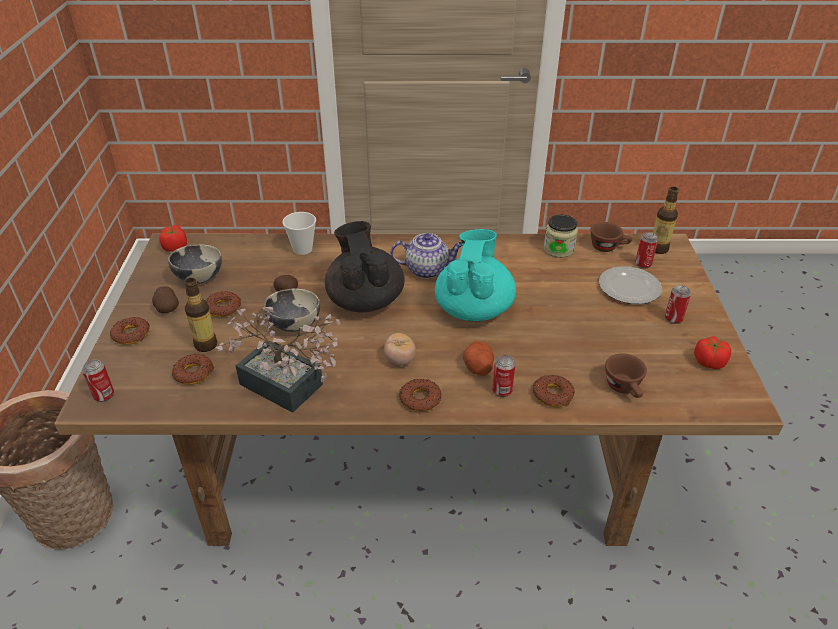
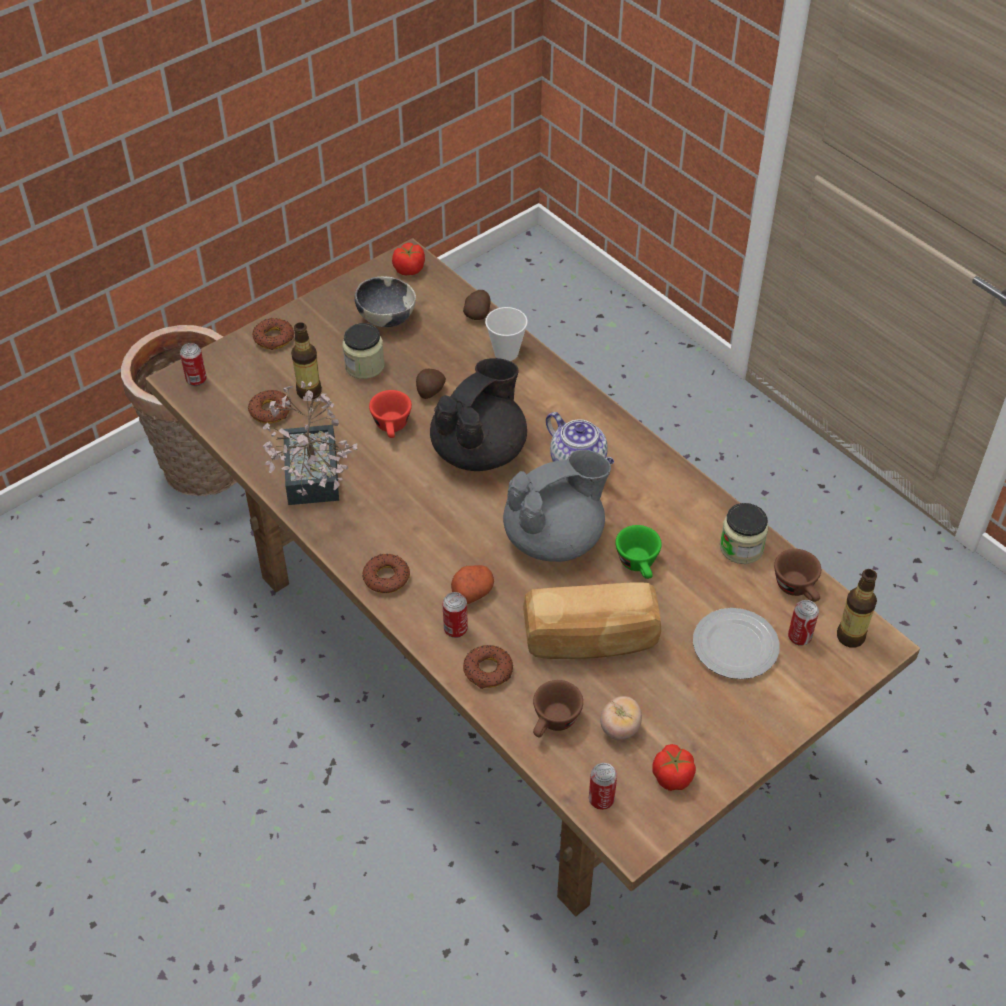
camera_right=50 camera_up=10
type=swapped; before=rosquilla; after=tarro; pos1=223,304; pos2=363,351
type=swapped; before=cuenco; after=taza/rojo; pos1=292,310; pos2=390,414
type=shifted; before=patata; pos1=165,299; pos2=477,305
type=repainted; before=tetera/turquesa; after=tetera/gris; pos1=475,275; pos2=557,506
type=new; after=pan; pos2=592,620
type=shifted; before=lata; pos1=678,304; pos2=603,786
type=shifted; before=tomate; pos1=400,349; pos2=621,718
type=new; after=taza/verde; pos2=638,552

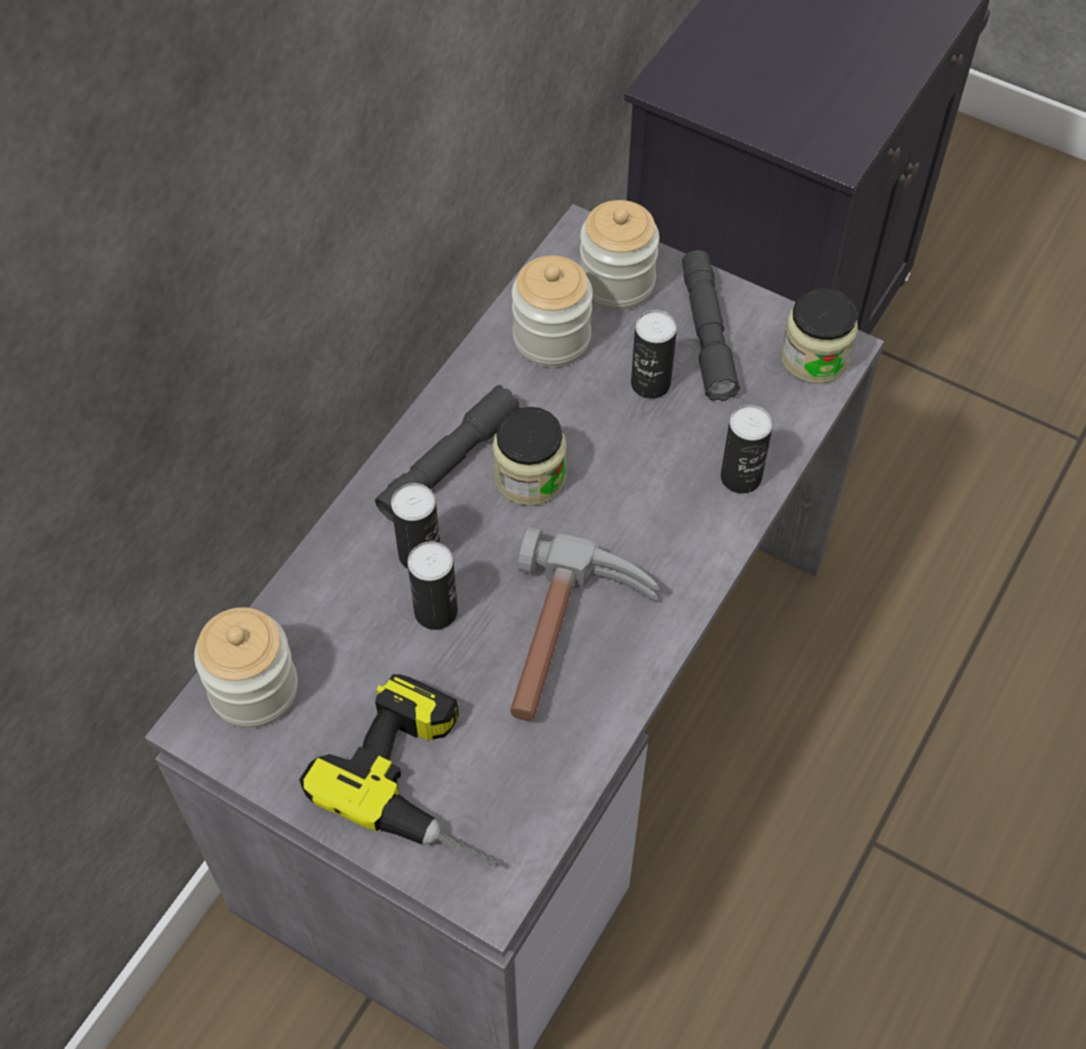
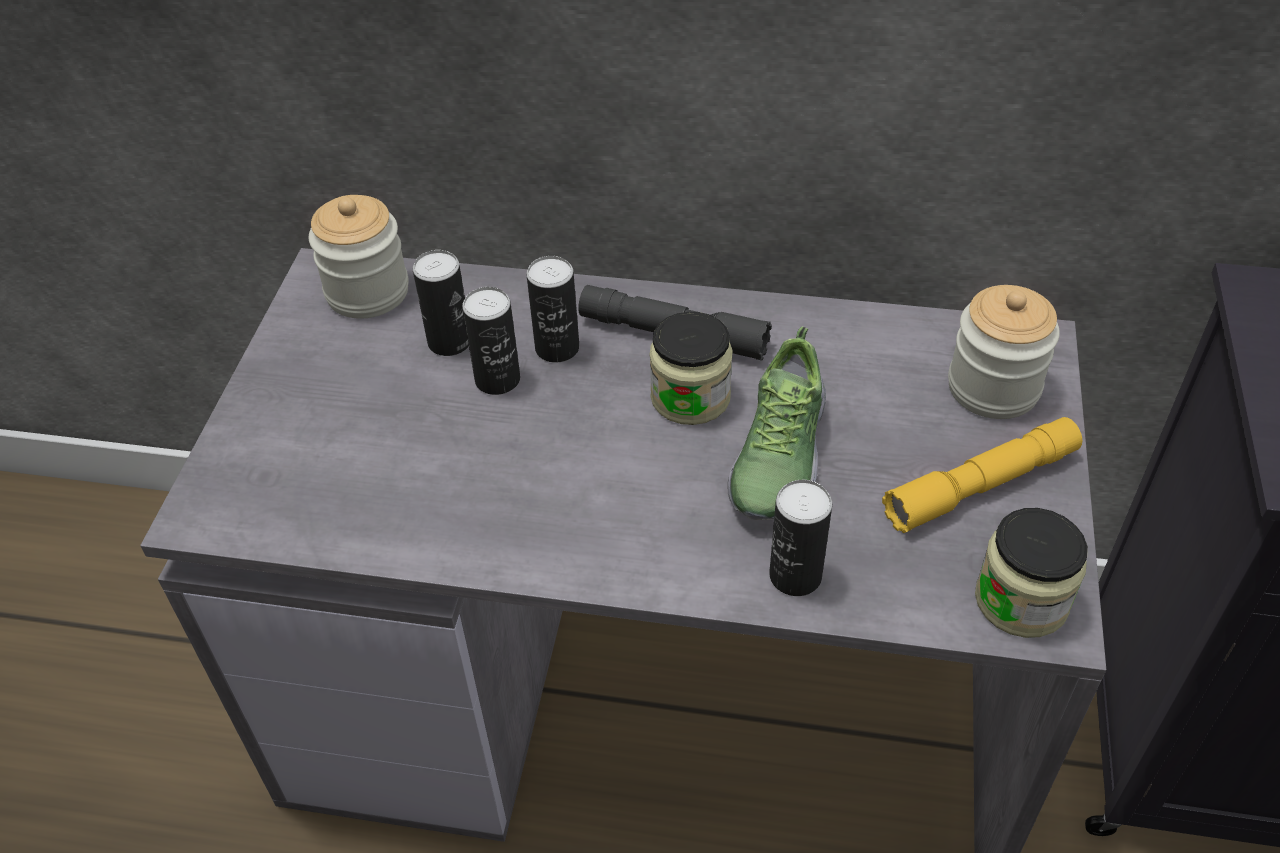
camera_right=70 camera_up=-10
type=shifted; before=lata; pos1=654,354; pos2=441,303
type=new; after=zapato; pos2=776,423
type=repainted; before=linterna/gris; after=linterna/amarillo; pos1=711,325; pos2=982,475
type=gone; before=taladro; pos1=399,771
type=gone; before=martillo; pos1=584,624
type=gone; before=tarro; pos1=552,312

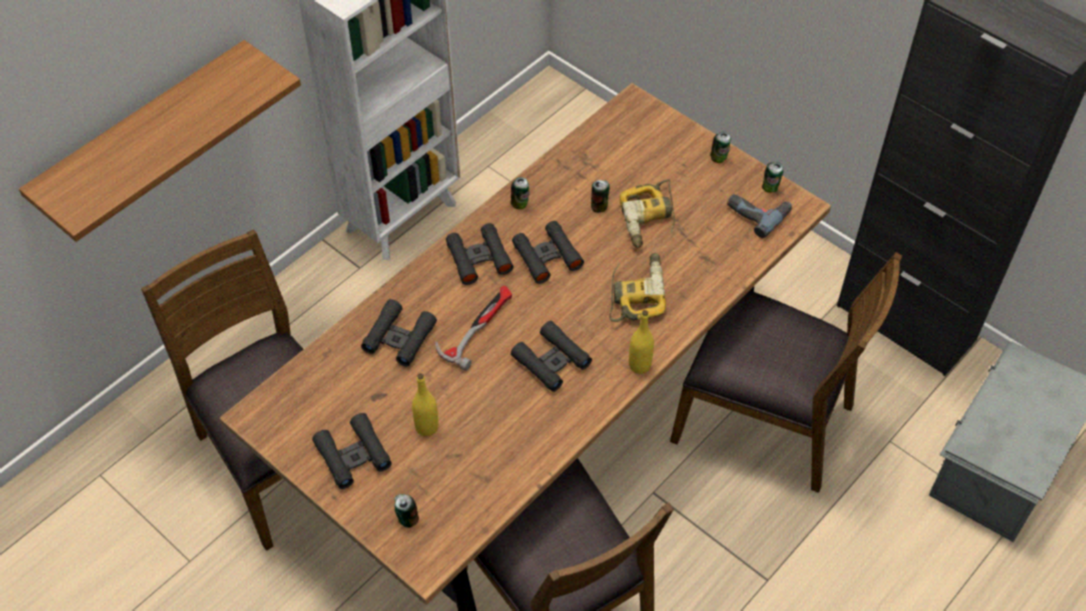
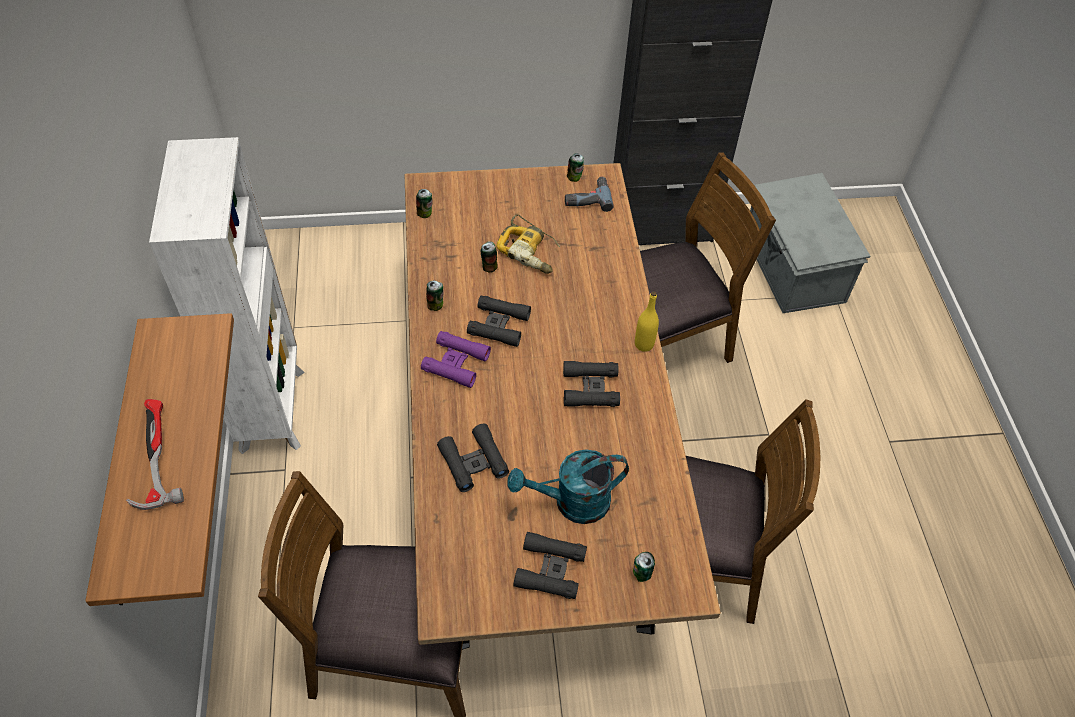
camera_right=-50 camera_up=0
type=shifted; before=martillo; pos1=473,328; pos2=155,454
type=shifted; before=lata; pos1=720,147; pos2=424,203
type=repainted; before=prismáticos/negro; after=prismáticos/morado; pos1=479,254; pos2=456,359
type=swapped; before=botella/amarillo; after=regadera/turquesa; pos1=425,404; pos2=568,486
type=gone; before=taladro; pos1=637,287

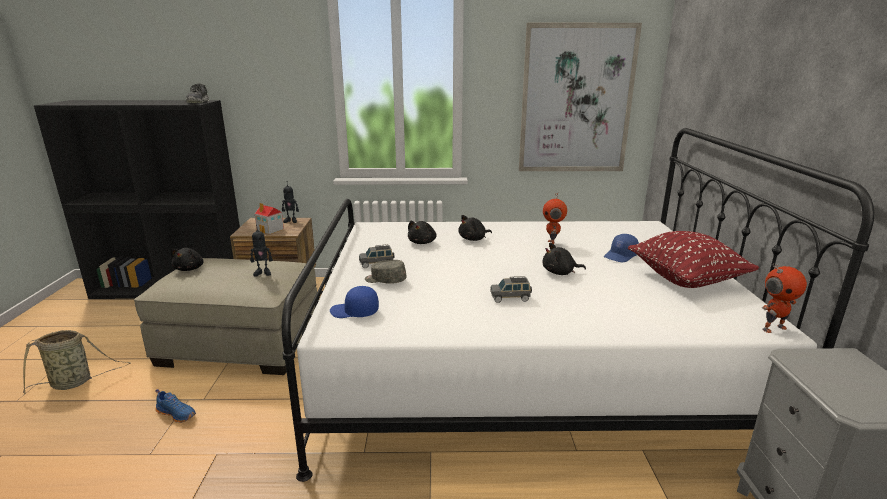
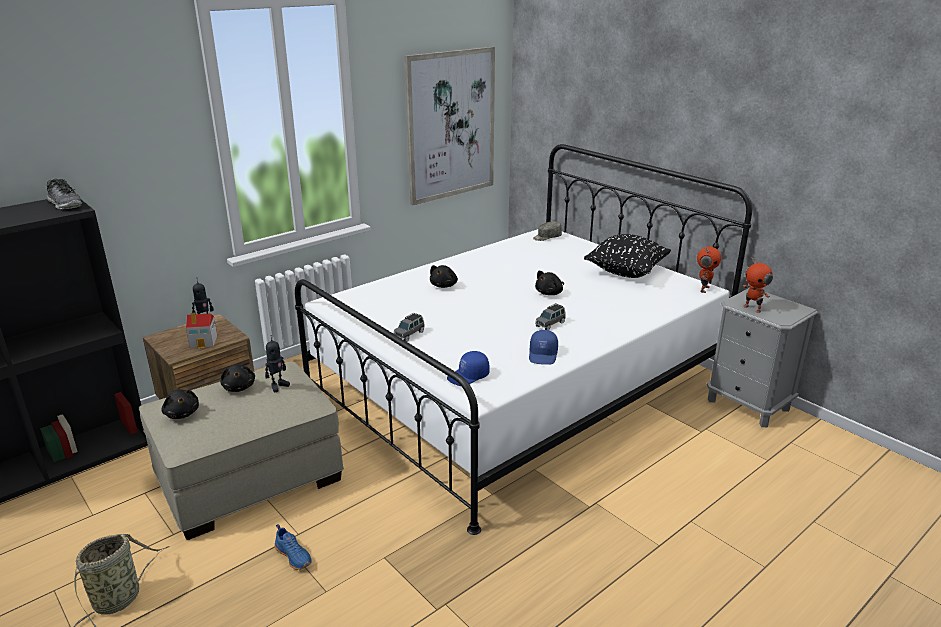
camera_right=-40 camera_up=5
type=shifted; before=peluche/negro; pos1=422,232; pos2=237,378
type=rotated; before=zapato/azul; pos1=175,406; pos2=293,547; turn=60
type=shifted; before=gorra/azul; pos1=621,248; pos2=543,347
type=shifted; before=gorra/gris; pos1=386,272; pos2=547,231
type=repainted; before=cojín/rojo; after=cojín/negro; pos1=693,259; pos2=627,256
type=shifted; before=robot de juguete; pos1=555,218; pos2=758,285

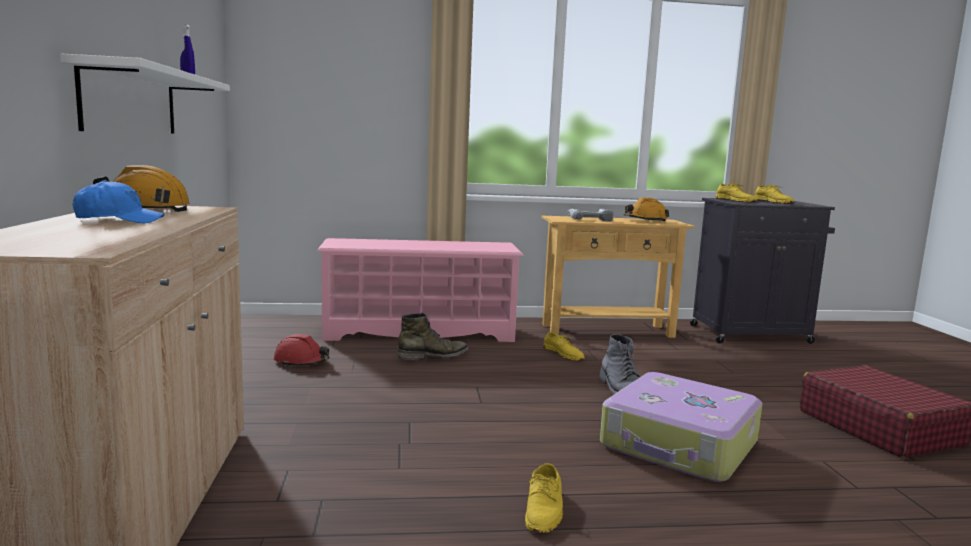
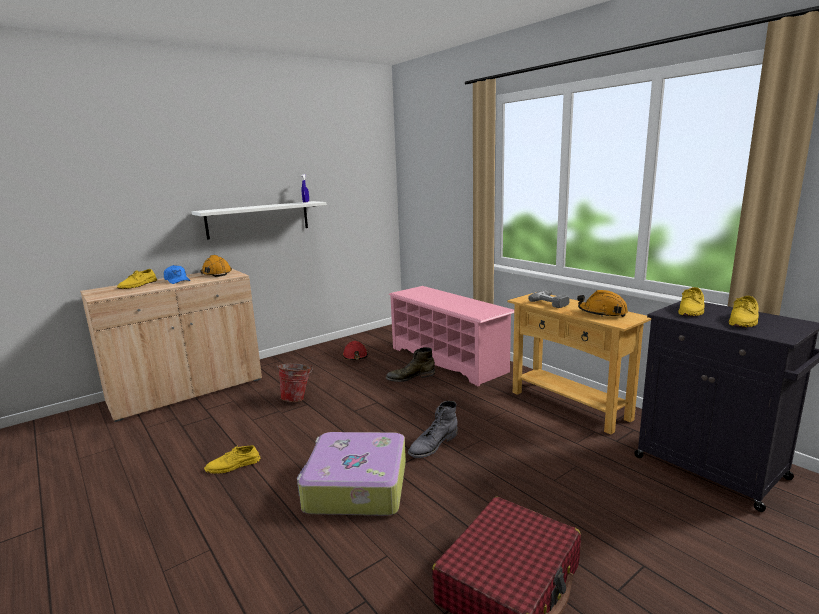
camera_right=60 camera_up=5
type=shifted; before=zapato/amarillo; pos1=564,346; pos2=137,279
type=new; after=cubo; pos2=294,382
type=rotated; before=bota/verde; pos1=432,336; pos2=410,364; turn=135

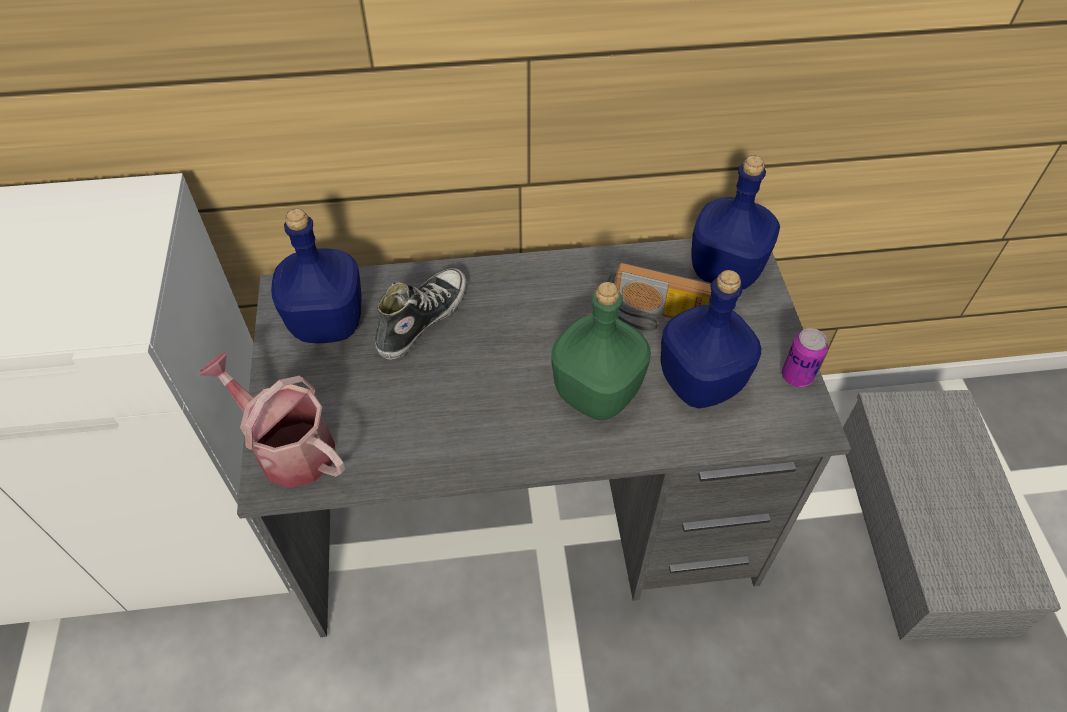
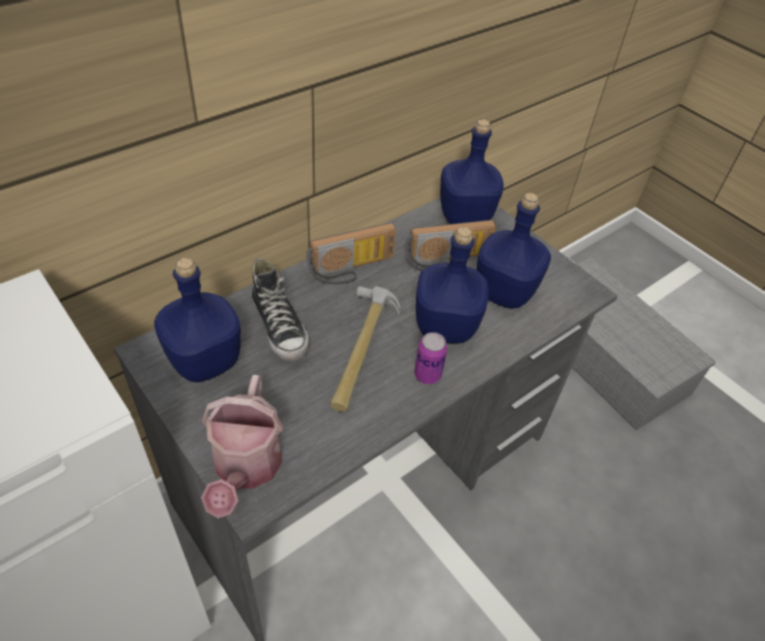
camera_right=-35 camera_up=-5
type=rotated; before=regadera; pos1=272,420; pos2=242,446; turn=-90
type=rotated; before=zapato; pos1=421,314; pos2=280,309; turn=150
type=new; after=radio; pos2=351,253
type=new; after=martillo; pos2=365,349
type=shifted; before=lata; pos1=805,358; pos2=431,358
type=repainted; before=botella/verde; after=botella/azul; pos1=601,351; pos2=452,285

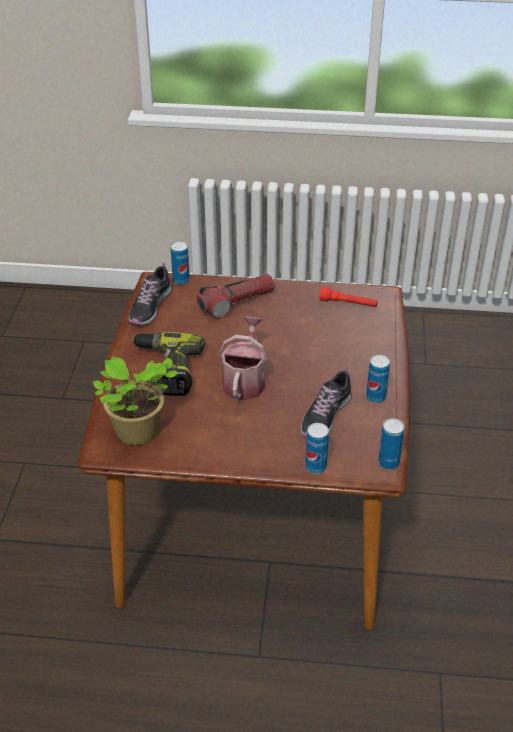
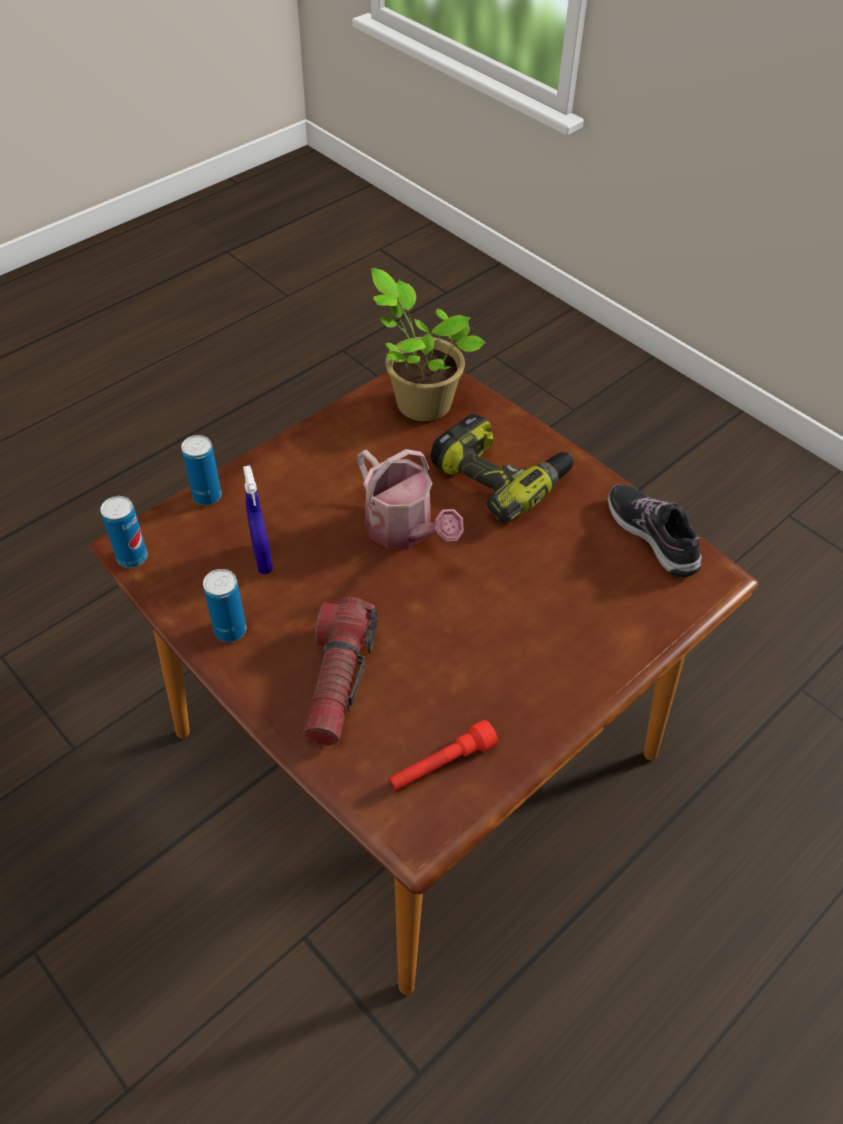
camera_right=130 camera_up=10
type=swapped; before=zapato; after=pulverizador/azul; pos1=326,402; pos2=258,519
type=shifted; before=linterna; pos1=236,296; pos2=340,671
type=gone; before=lata; pos1=180,263

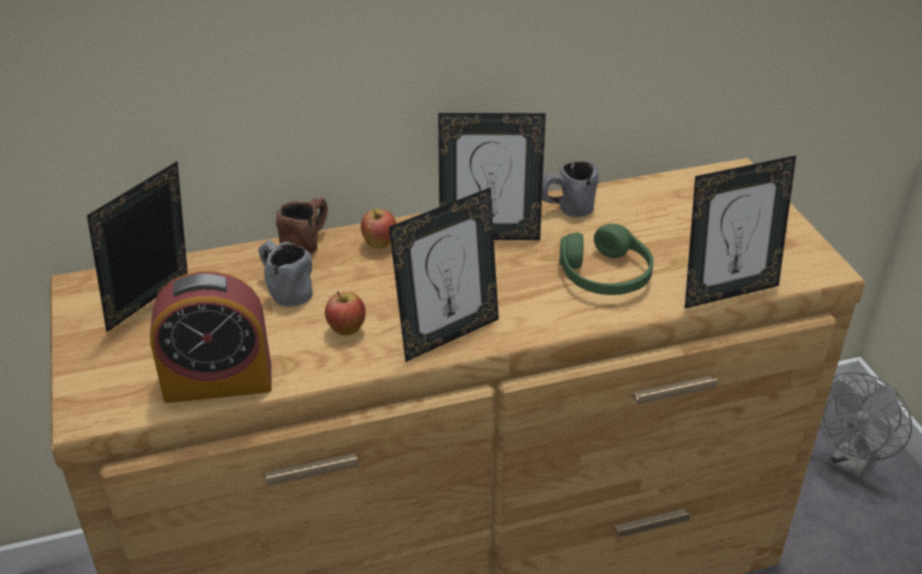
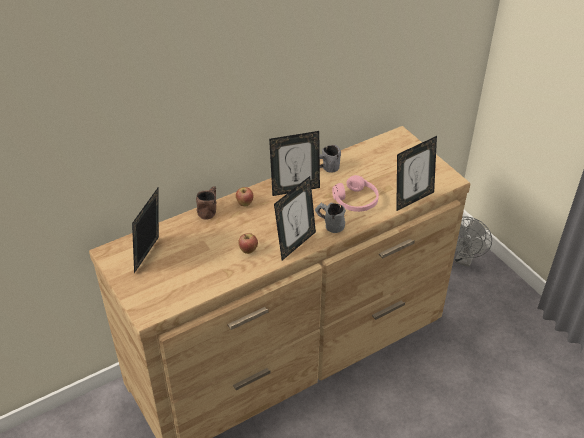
camera_right=-15 camera_up=5
type=shifted; before=taza grande/gris; pos1=285,273; pos2=330,218
type=repainted; before=auriculares/verde; after=auriculares/rosa; pos1=606,259; pos2=355,193
type=gone; before=despertador; pos1=211,337

